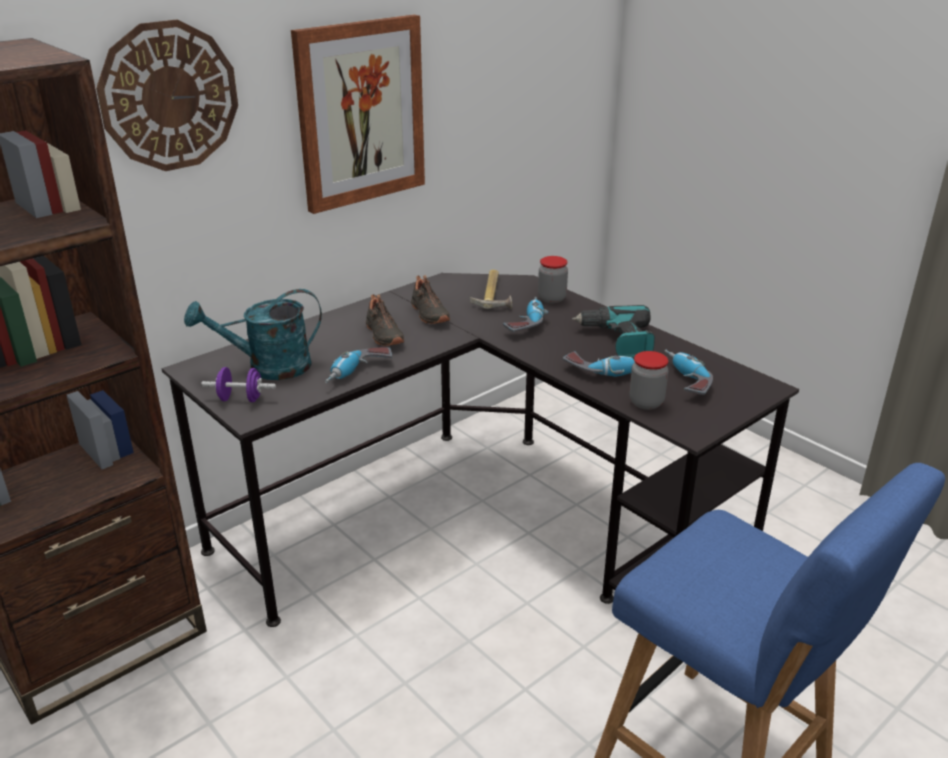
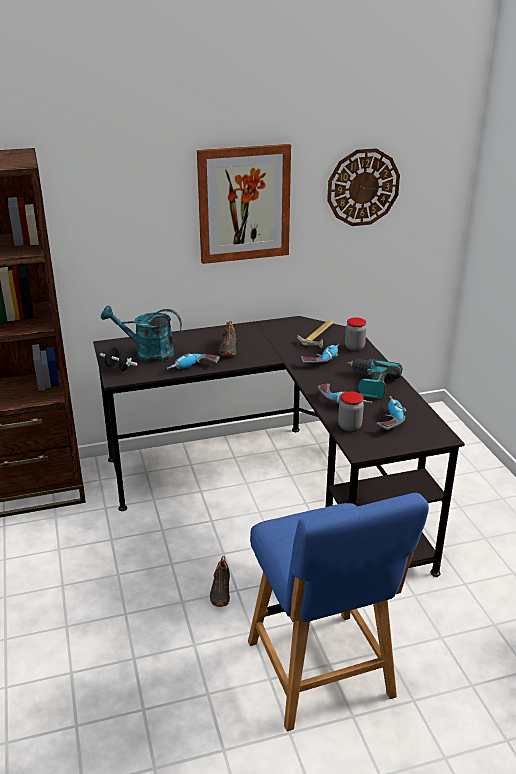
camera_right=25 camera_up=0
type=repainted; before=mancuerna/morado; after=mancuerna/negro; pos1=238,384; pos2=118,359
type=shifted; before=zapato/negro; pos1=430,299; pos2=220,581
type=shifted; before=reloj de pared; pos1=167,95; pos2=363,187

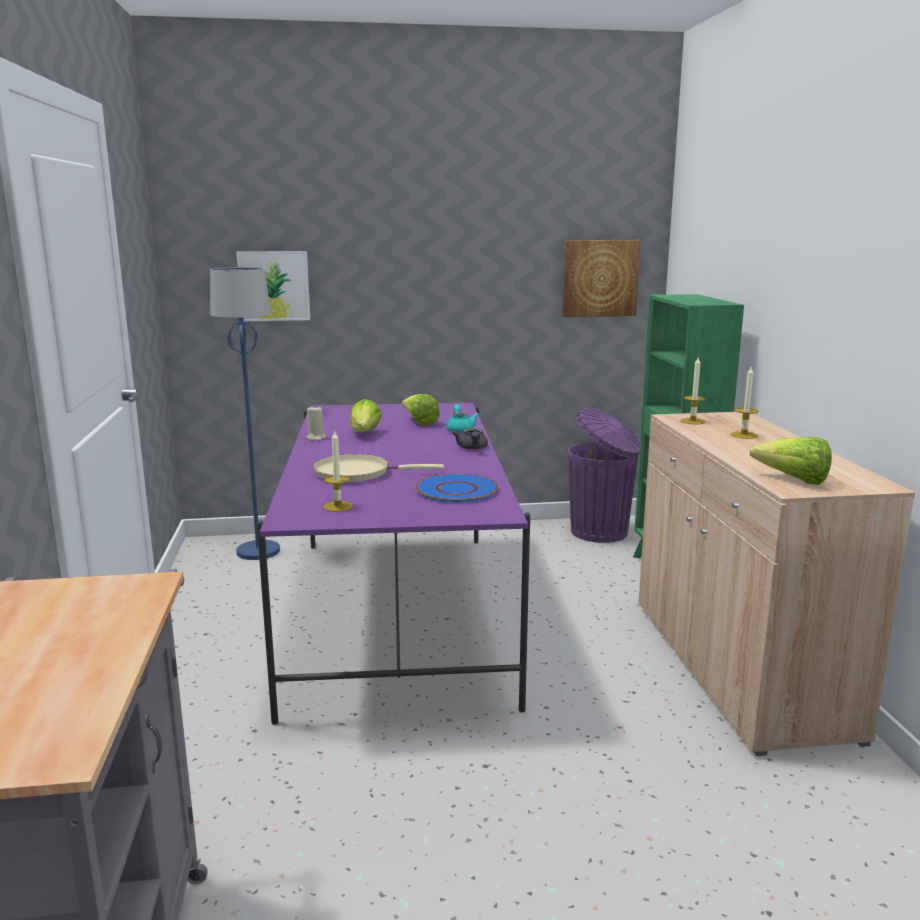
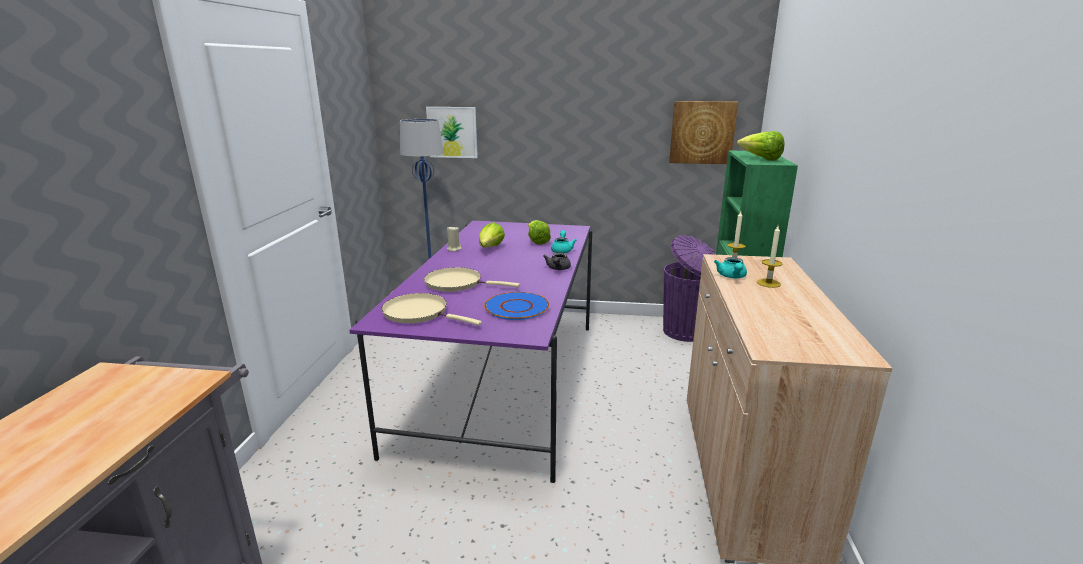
camera_right=15 camera_up=5
type=swapped; before=vela; after=sartén/beis; pos1=338,471; pos2=432,309
type=new; after=tetera/turquesa; pos2=730,267
type=shifted; before=lechuga; pos1=791,461; pos2=761,146

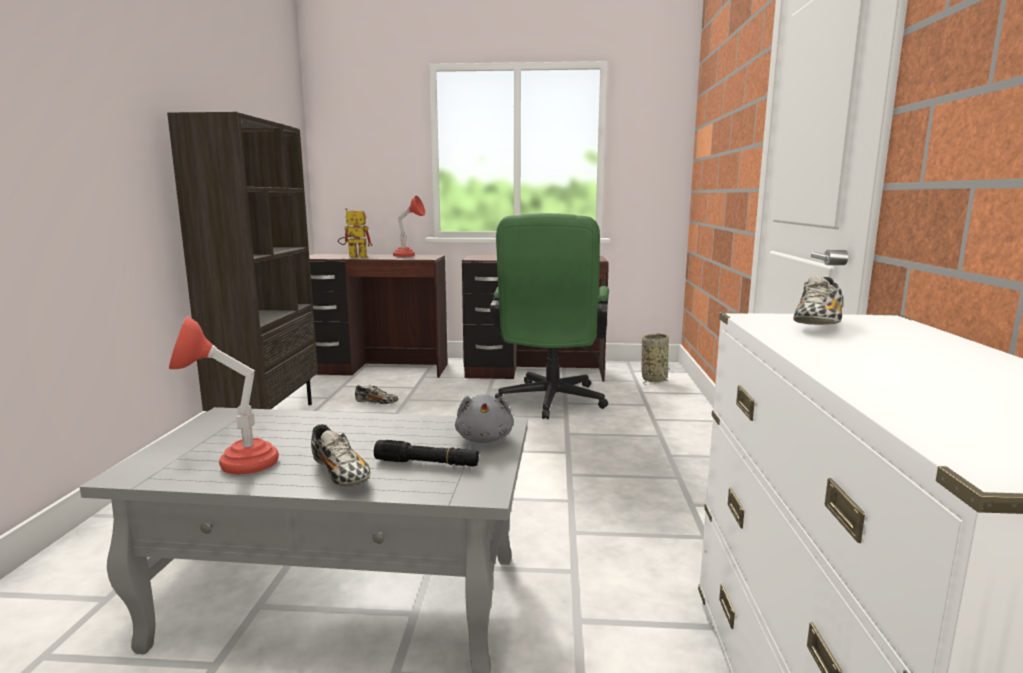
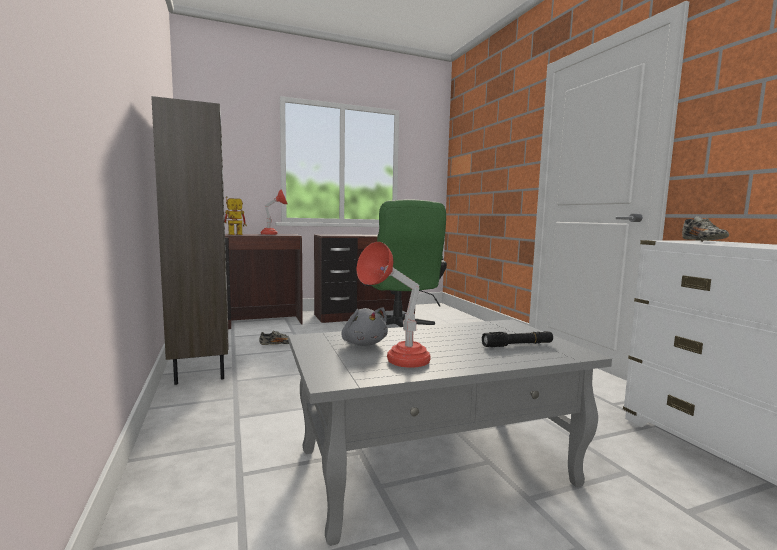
camera_right=-25 camera_up=-5
type=shifted; before=peluche/gris; pos1=484,418; pos2=364,326
type=gone; before=zapato; pos1=341,455
type=gone; before=cesta; pos1=655,359

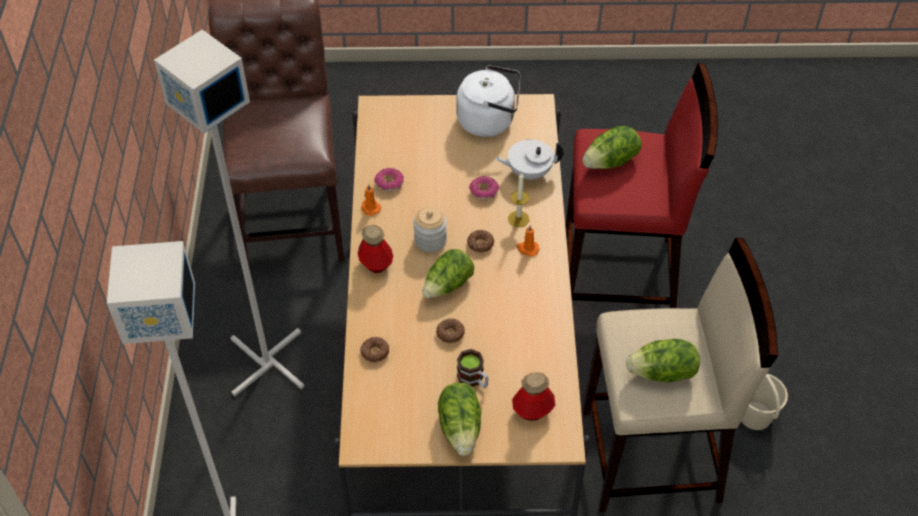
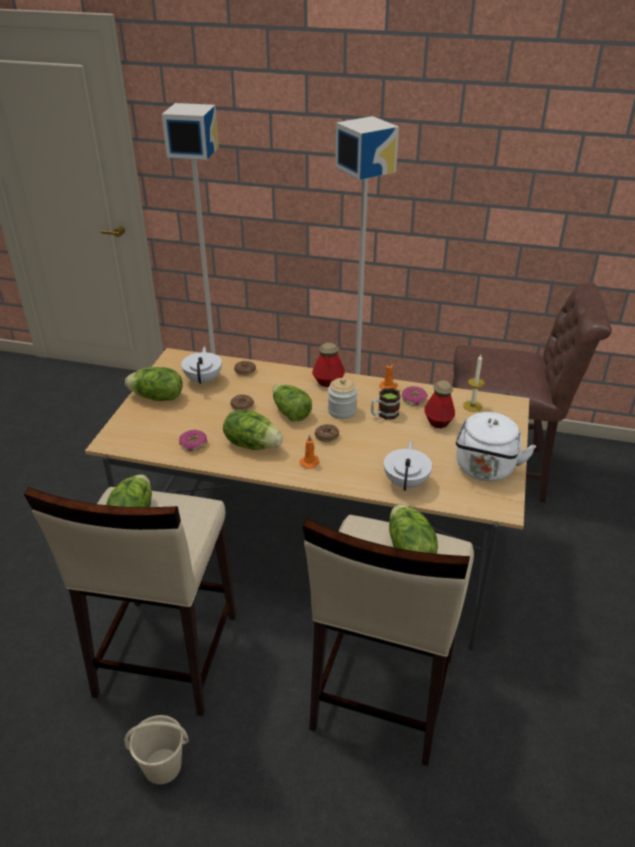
camera_right=105 camera_up=-15
type=shifted; before=rosquilla; pos1=484,188; pos2=193,441
type=new; after=tetera/blanco; pos2=201,366
type=new; after=lechuga; pos2=253,430
type=repainted; before=taburete/rojo; after=taburete/beis; pos1=641,185; pos2=388,640
type=shifted; before=taza grande; pos1=473,368; pos2=385,404
type=shifted; before=botella; pos1=533,396; pos2=440,404
type=shifted; before=vela; pos1=518,199; pos2=474,383

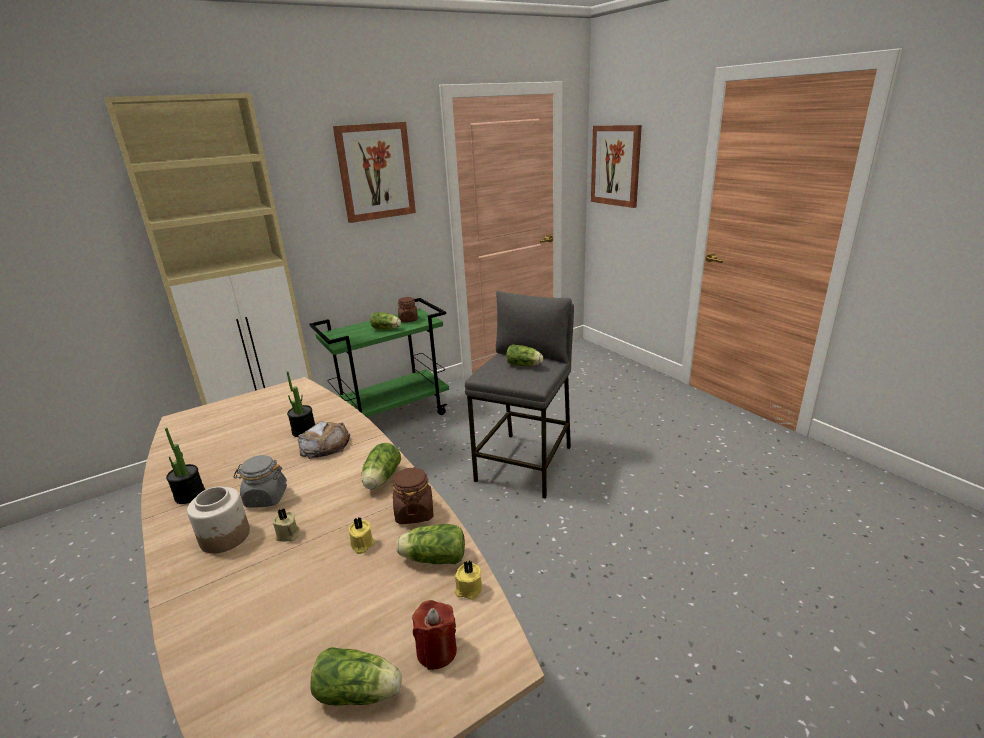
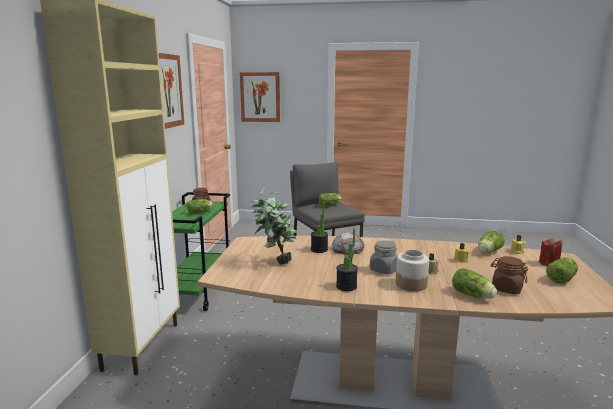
camera_right=-50 camera_up=-10
type=new; after=planta en maceta; pos2=273,226
type=shifted; before=lechuga; pos1=381,466; pos2=474,283
type=shifted; before=tarro/marrón; pos1=413,495; pos2=509,275

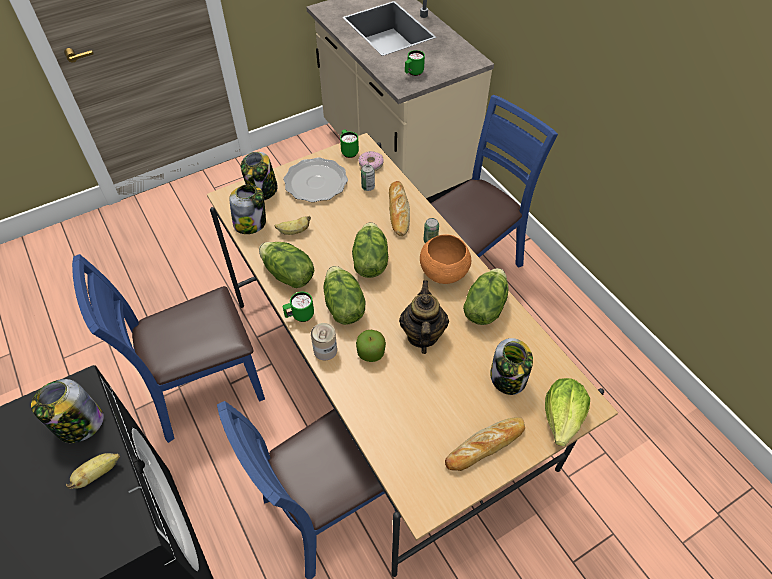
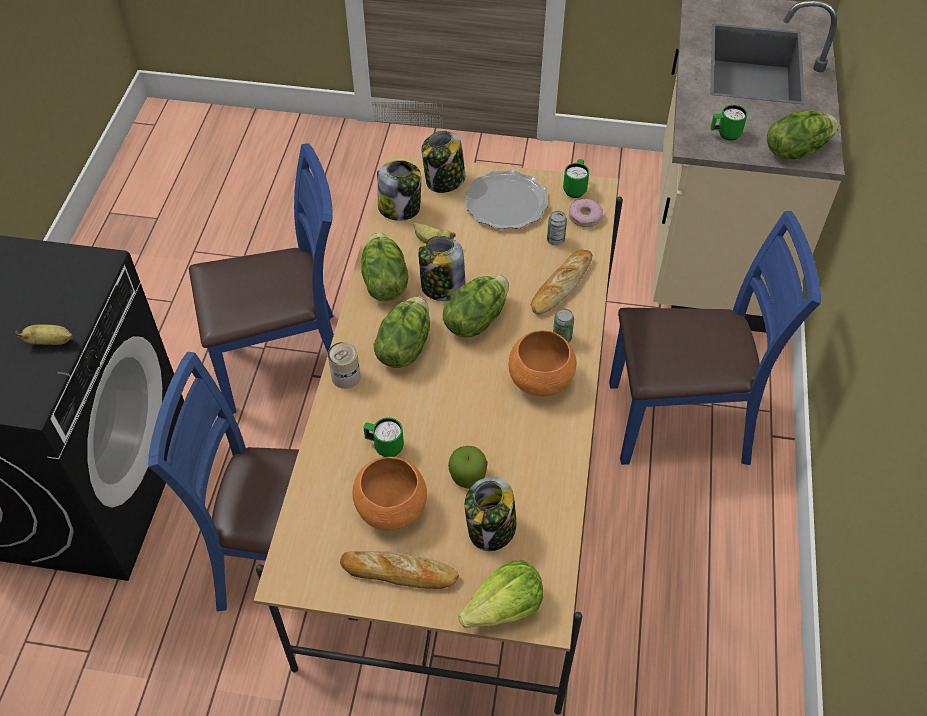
camera_right=40 camera_up=0
type=rotated; before=silla/azul; pos1=168,348; pos2=261,278; turn=150
type=new; after=cuenco/naranja; pos2=390,493
type=shifted; before=taza grande/verde; pos1=298,307; pos2=383,437
type=shifted; before=tarro; pos1=67,411; pos2=442,268
type=shifted; before=manzana; pos1=371,346; pos2=468,467
type=shifted; before=lechuga; pos1=486,296; pos2=803,134
type=gone; before=tetera; pos1=424,317

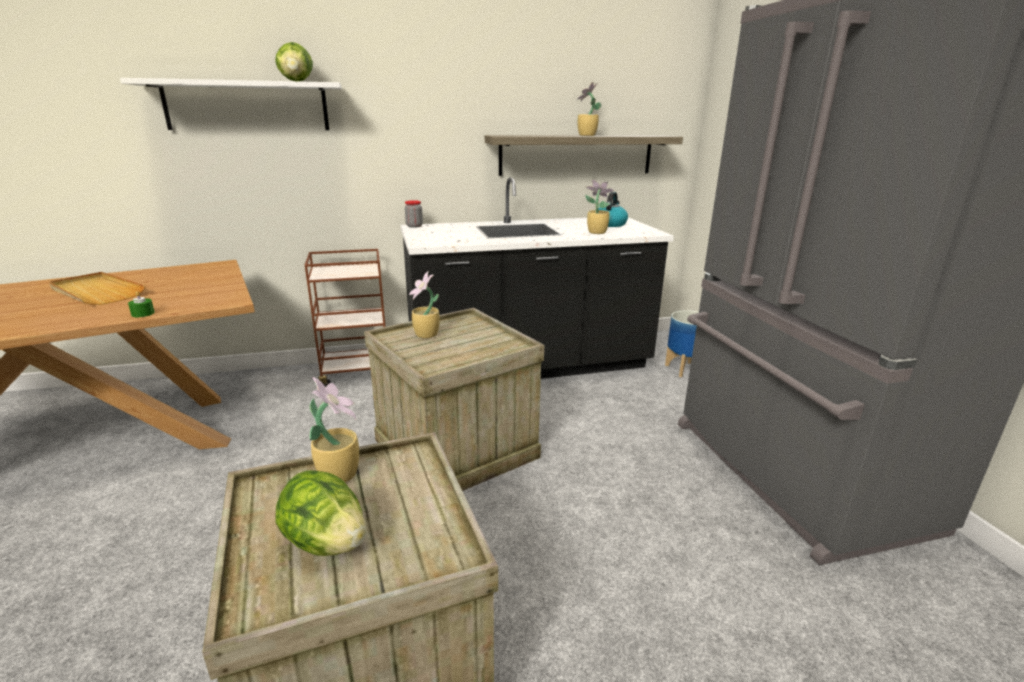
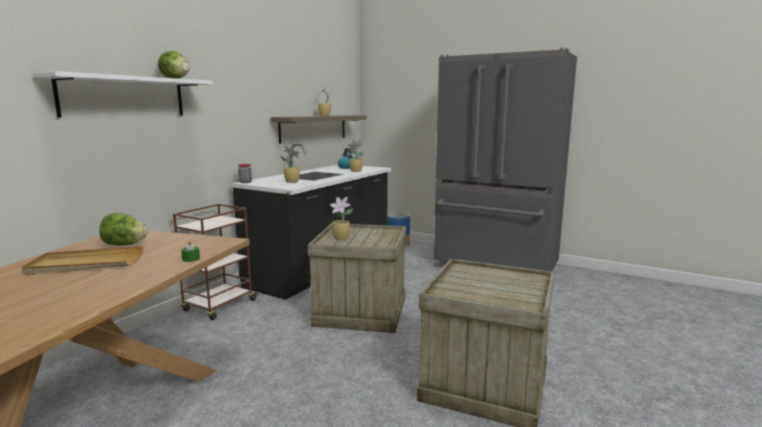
camera_right=-45 camera_up=-10
type=shifted; before=lechuga; pos1=321,513; pos2=123,229
type=shifted; before=planta en maceta; pos1=334,429; pos2=290,164

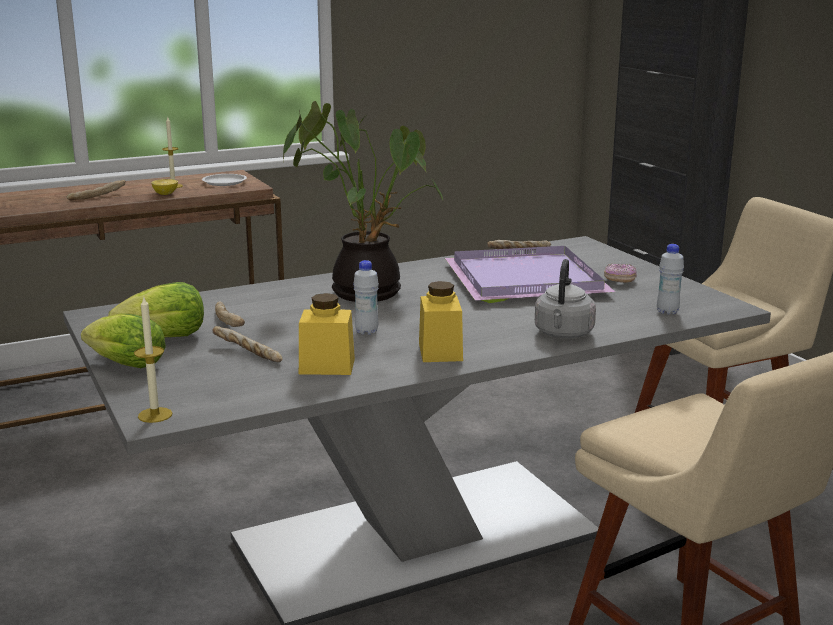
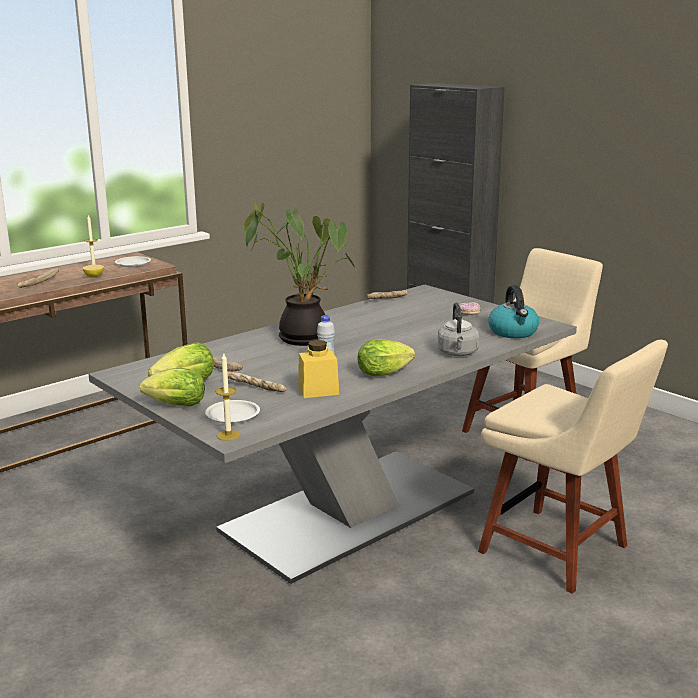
camera_right=-15 camera_up=0
type=new; after=plato/blanco; pos2=232,411
type=swapped; before=tarro/amarillo; after=lechuga; pos1=441,321; pos2=386,357
type=swapped; before=botella/blanco; after=hervidor; pos1=670,279; pos2=513,311
type=gone; before=bandeja/morado; pos1=530,274

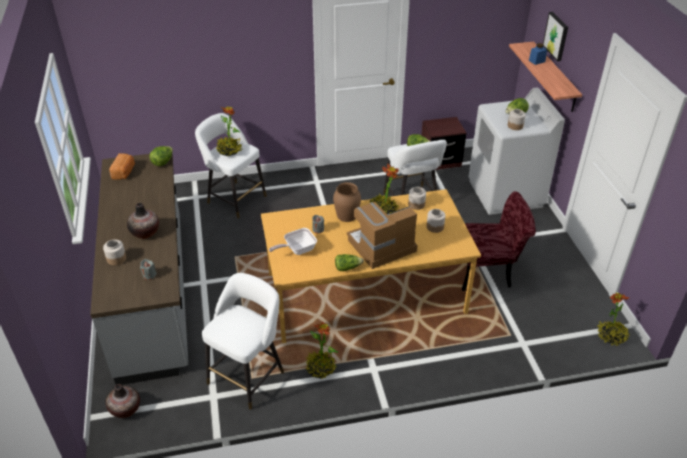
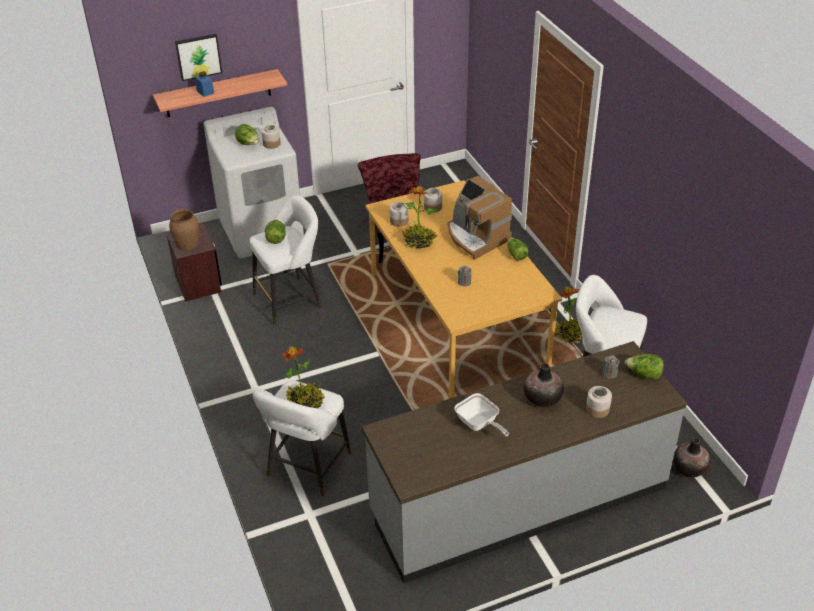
camera_right=-100 camera_up=0
type=shifted; before=florero/marrón; pos1=347,202; pos2=184,229
type=shifted; before=sartén; pos1=293,241; pos2=481,415
type=shifted; before=lechuga; pos1=161,156; pos2=644,367
type=gone; before=pan; pos1=122,166
type=gone; before=planta en maceta; pos1=614,319

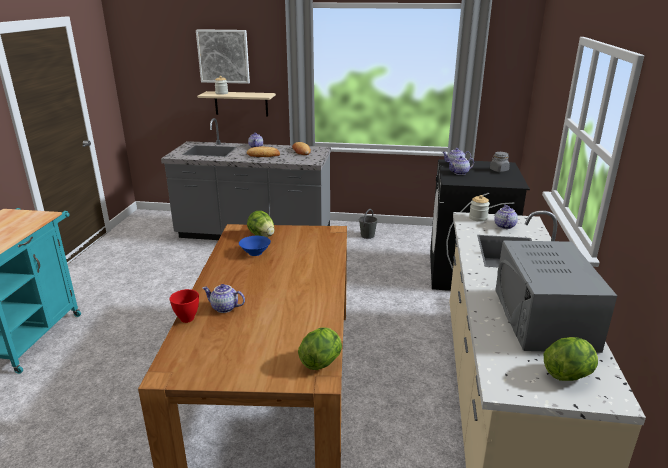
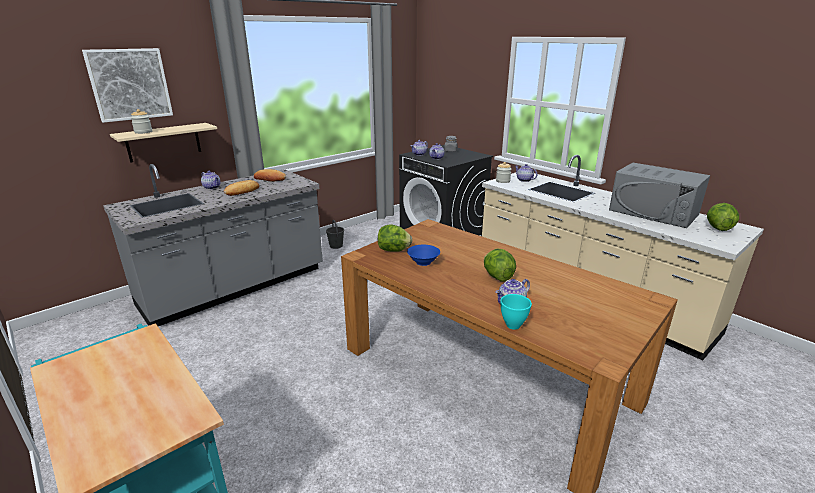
camera_right=-50 camera_up=0
type=shifted; before=lechuga; pos1=320,348; pos2=500,265
type=repainted; before=cuenco/rojo; after=cuenco/turquesa; pos1=184,306; pos2=516,312

